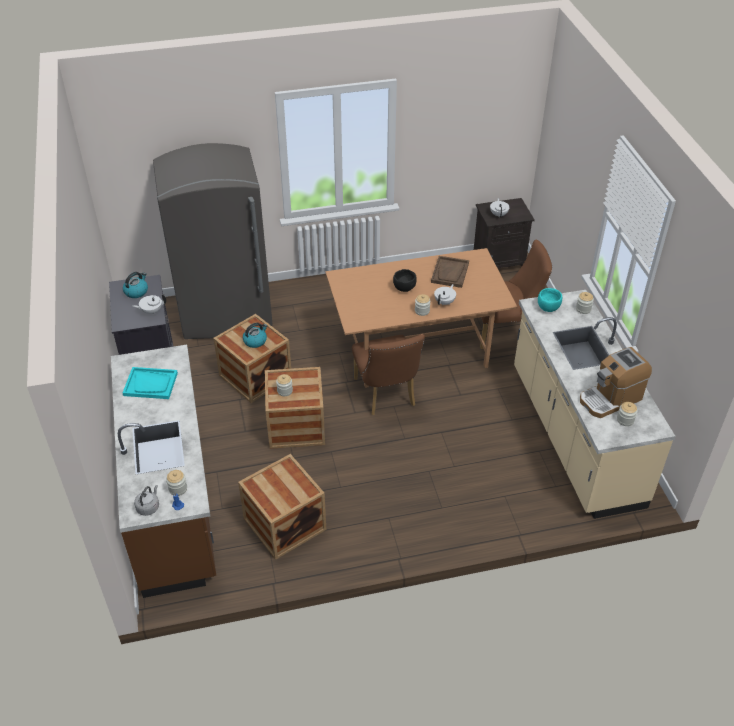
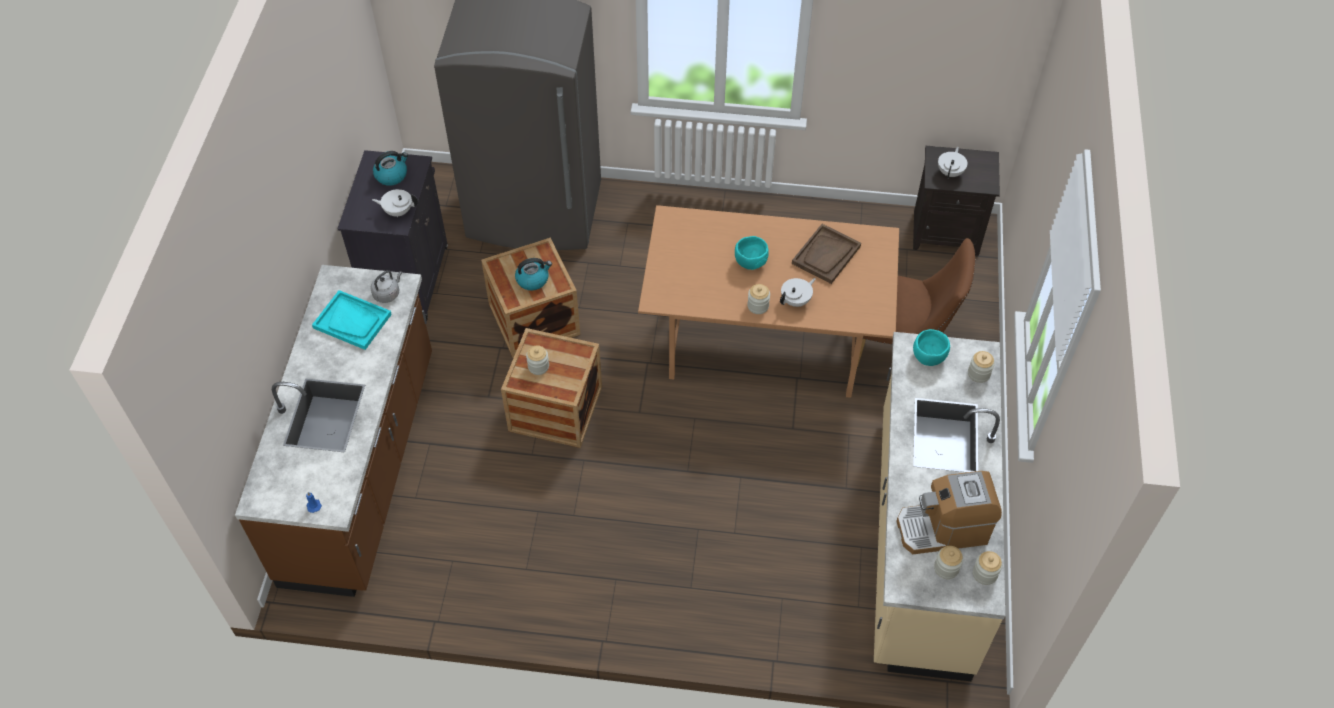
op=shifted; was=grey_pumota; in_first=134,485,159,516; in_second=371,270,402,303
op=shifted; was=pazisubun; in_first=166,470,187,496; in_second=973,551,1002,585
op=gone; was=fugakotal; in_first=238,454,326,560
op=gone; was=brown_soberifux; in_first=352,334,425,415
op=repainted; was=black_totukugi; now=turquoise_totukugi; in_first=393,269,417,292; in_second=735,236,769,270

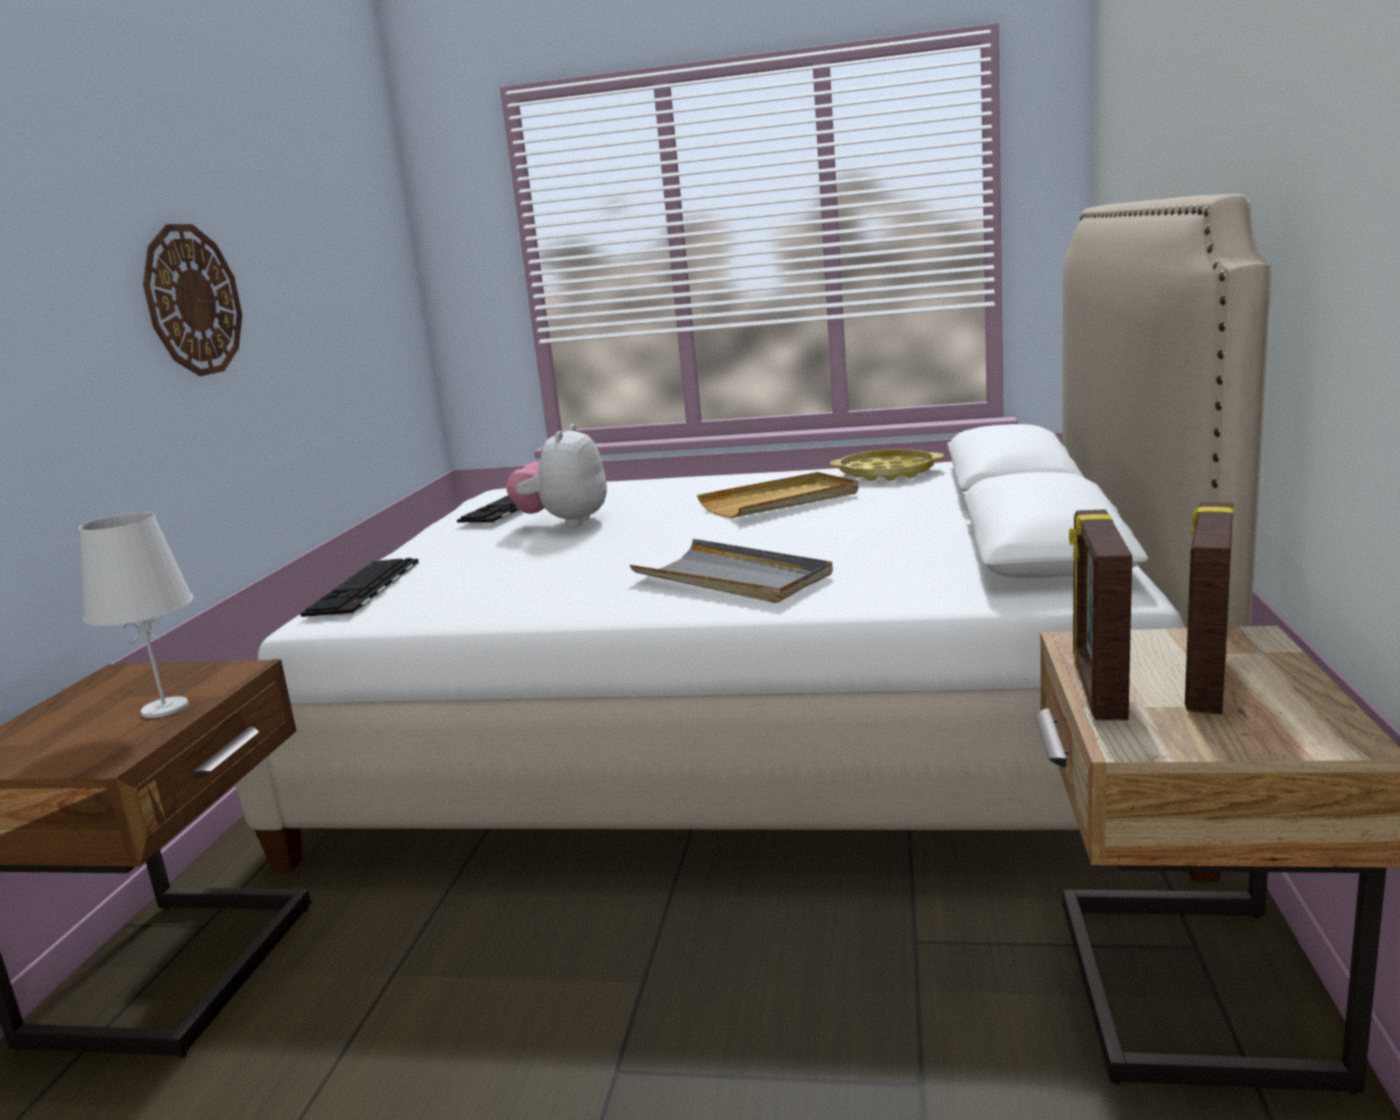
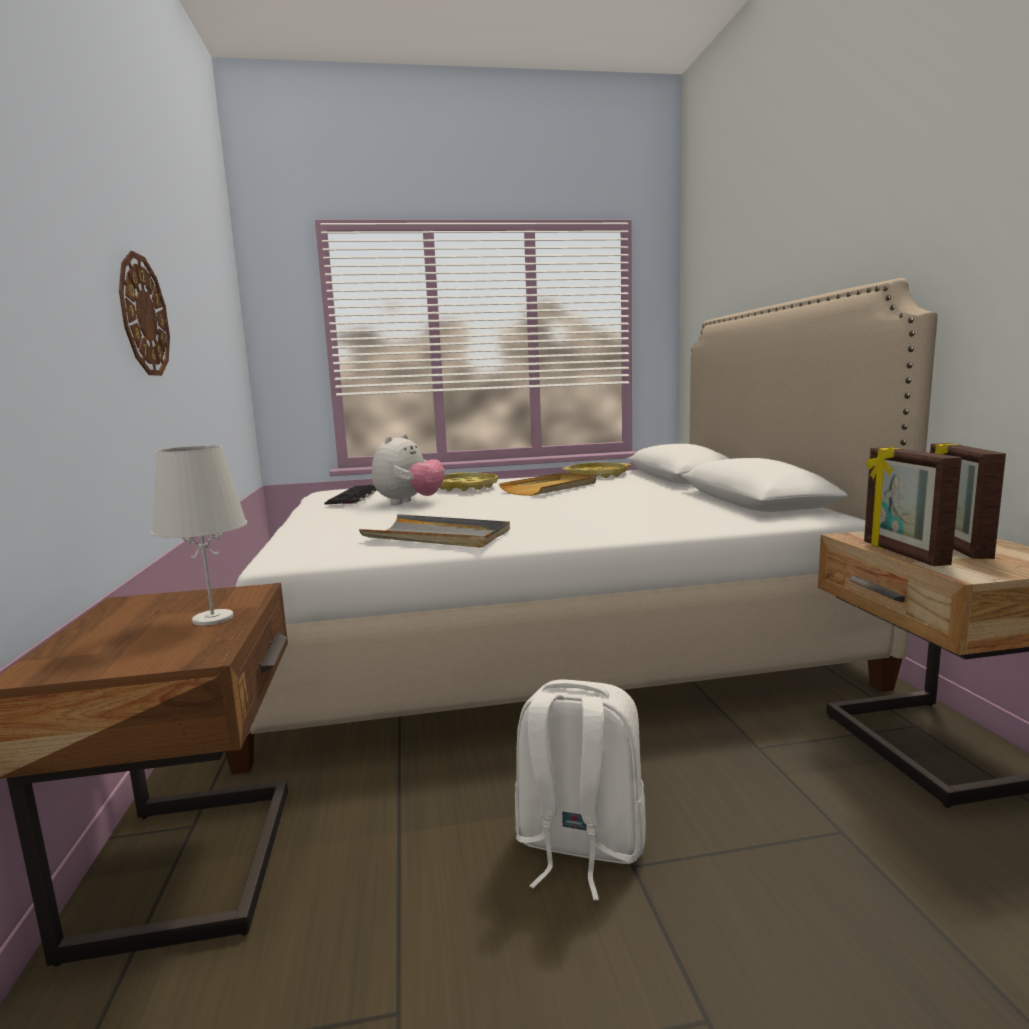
op=gone; was=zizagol; in_first=300,558,419,617
op=rotated; was=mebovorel; in_first=506,424,607,527; in_second=372,434,445,505; clockwise=-150
op=shifted; was=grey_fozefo; in_first=630,539,833,603; in_second=359,514,510,548
op=new; now=yellow_fozefo; in_second=439,472,498,491
op=new; now=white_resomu; in_second=515,679,646,900

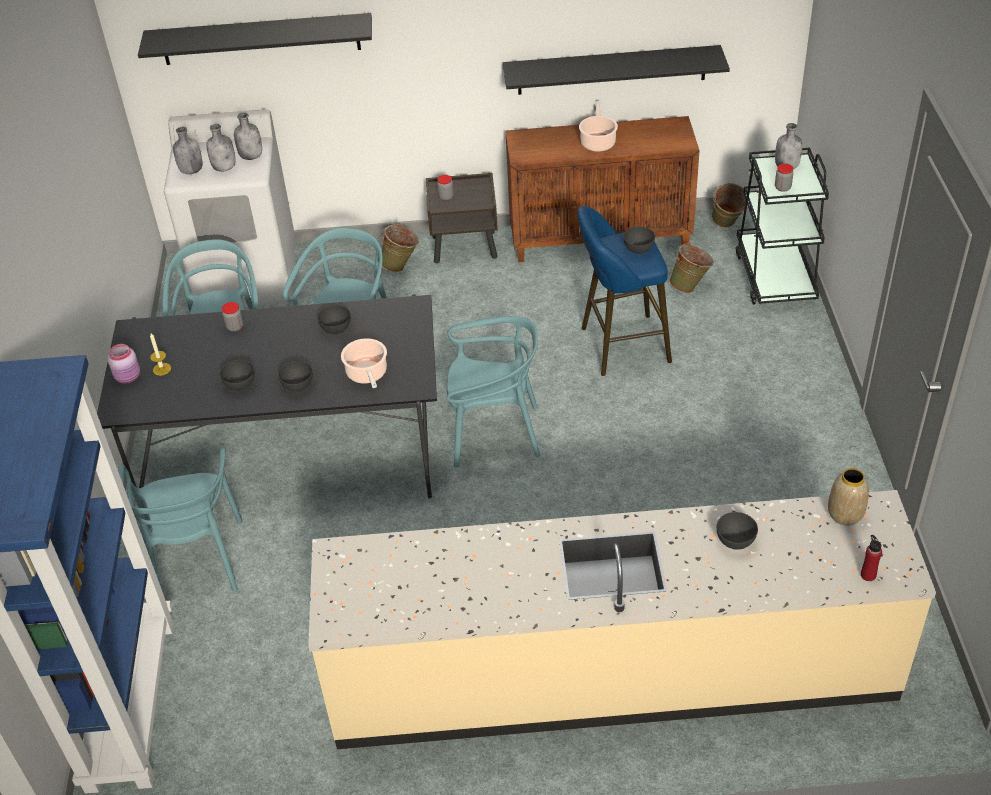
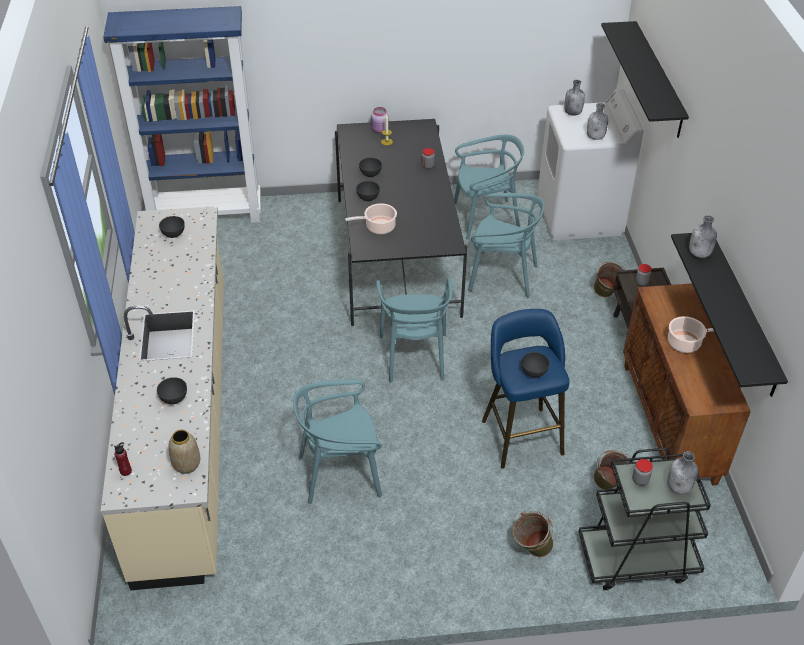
op=shifted; was=turquoise_soberifux; in_first=118,448,243,592; in_second=293,379,382,504
op=shifted; was=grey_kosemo; in_first=206,124,236,172; in_second=689,215,717,258
op=shifted; was=grey_totukugi; in_first=317,305,351,334; in_second=159,216,185,238
op=shifted; was=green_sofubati; in_first=712,183,748,228; in_second=512,511,554,557

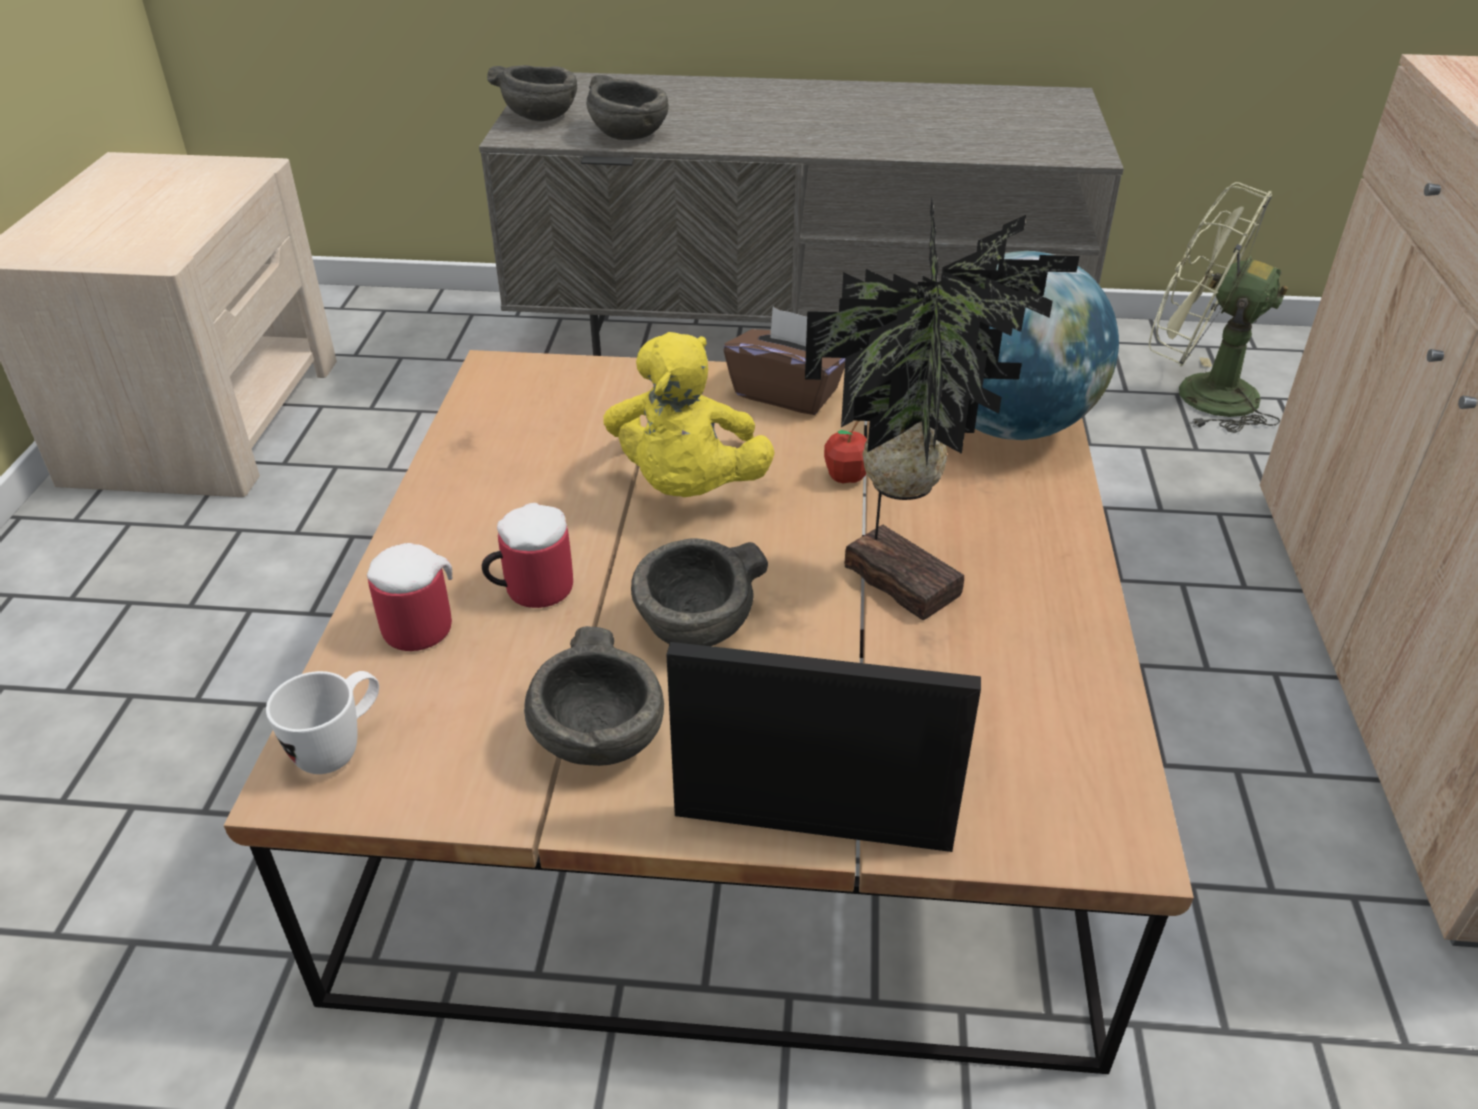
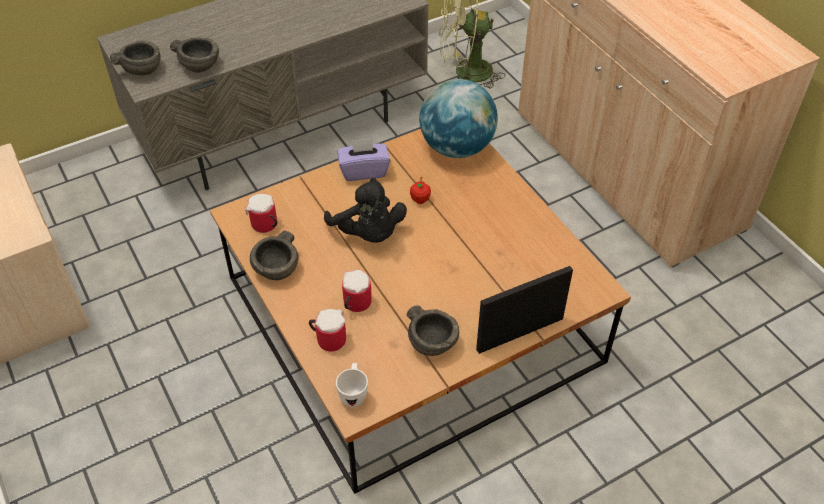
op=repainted; was=yellow_mebovorel; now=black_mebovorel; in_first=603,332,774,497; in_second=324,178,407,243
op=shifted; was=grey_totukugi; in_first=631,539,768,646; in_second=250,231,299,280
op=repainted; was=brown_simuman; now=purple_simuman; in_first=724,307,845,415; in_second=337,138,390,181
op=gone; was=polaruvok; in_first=805,198,1079,620
op=new; now=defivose; in_second=245,193,277,233

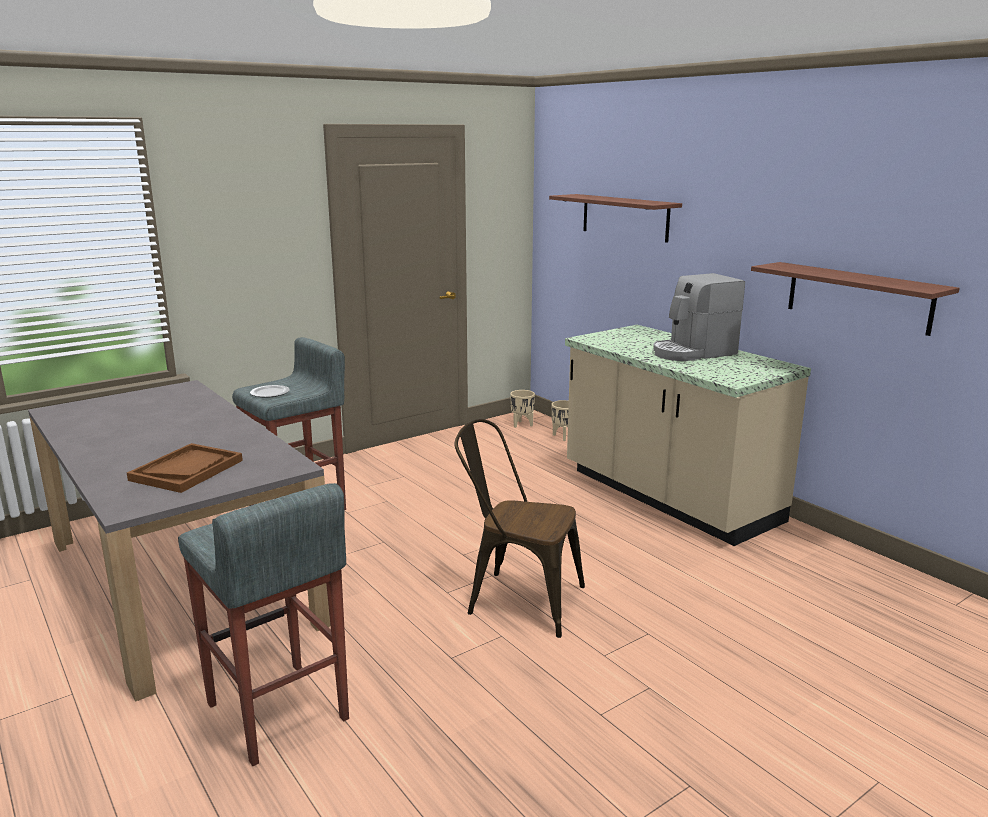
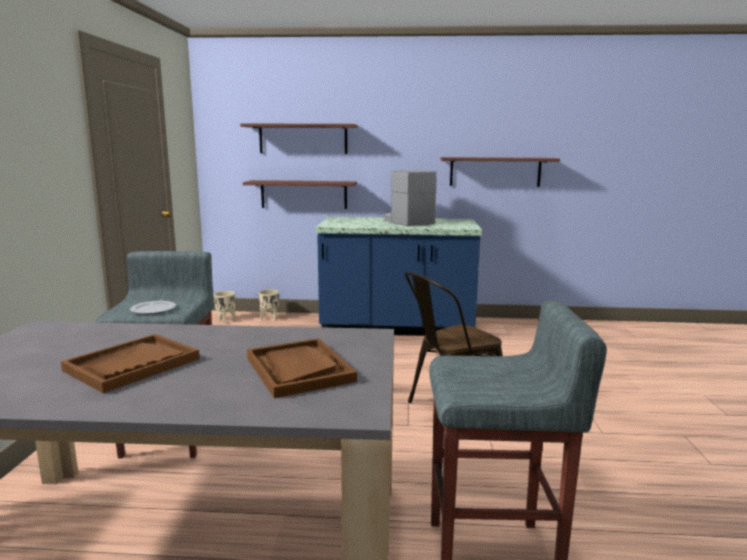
op=repainted; was=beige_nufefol; now=blue_nufefol; in_first=565,325,811,546; in_second=316,217,482,336
op=rotated; was=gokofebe; in_first=653,273,745,361; in_second=383,170,437,226; clockwise=135
op=new; now=brown_fozefo; in_second=61,334,200,393
op=new; now=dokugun; in_second=243,180,357,209

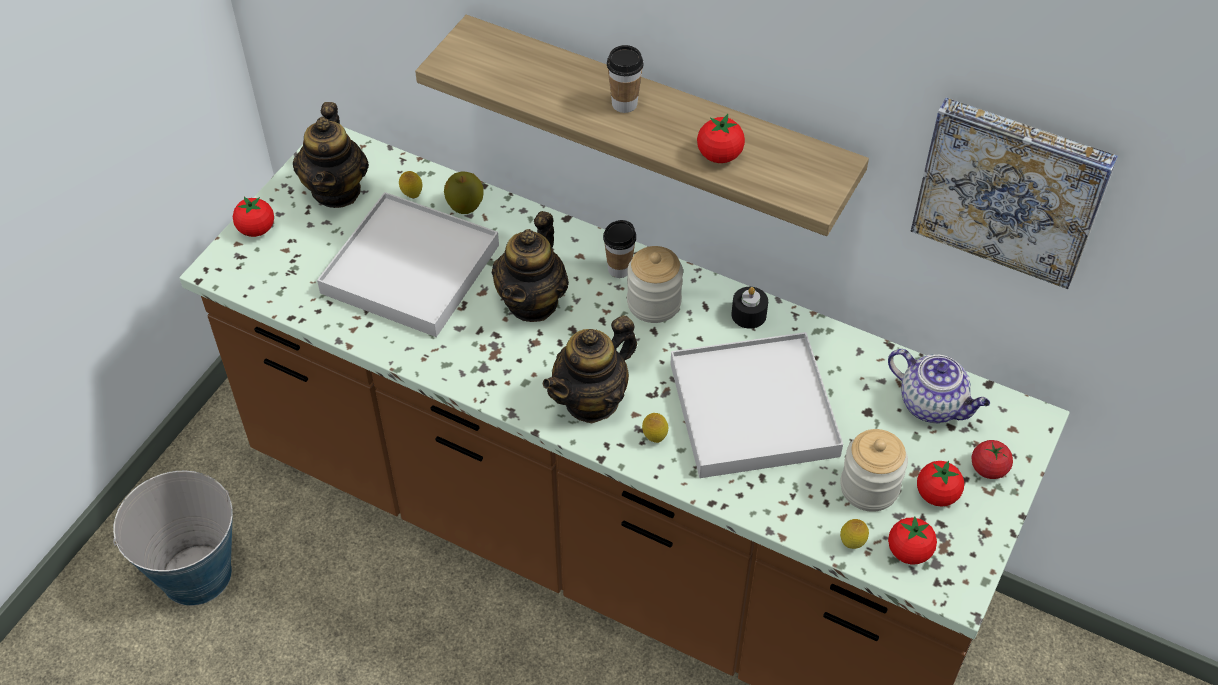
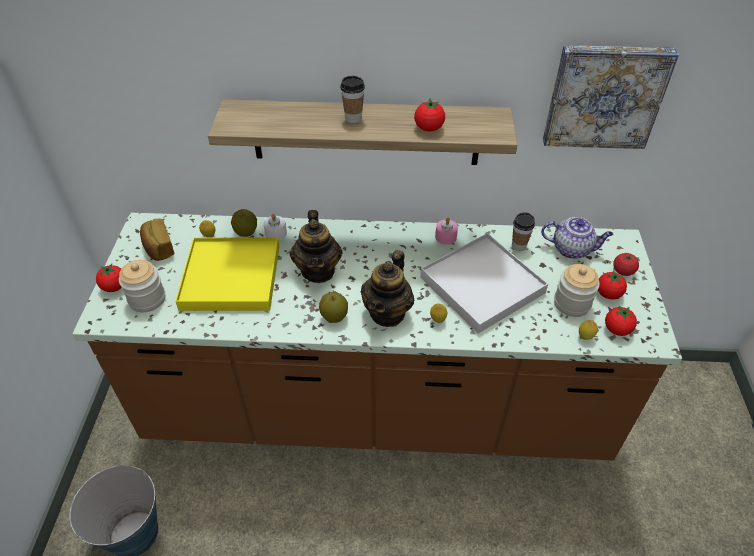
op=swapped; was=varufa; now=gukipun; in_first=293,102,369,208; in_second=140,219,174,261
op=repainted; was=white_fozefo; now=yellow_fozefo; in_first=317,192,499,337; in_second=175,237,279,311
op=shifted; was=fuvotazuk; in_first=603,220,636,278; in_second=512,212,535,251
op=shifted; was=pazisubun; in_first=627,246,683,323; in_second=119,260,165,312
op=repainted; was=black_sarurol; now=pink_sarurol; in_first=732,287,768,329; in_second=435,218,458,245
op=new; now=white_sarurol; in_second=264,214,287,240
op=new; now=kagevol; in_second=319,292,348,323

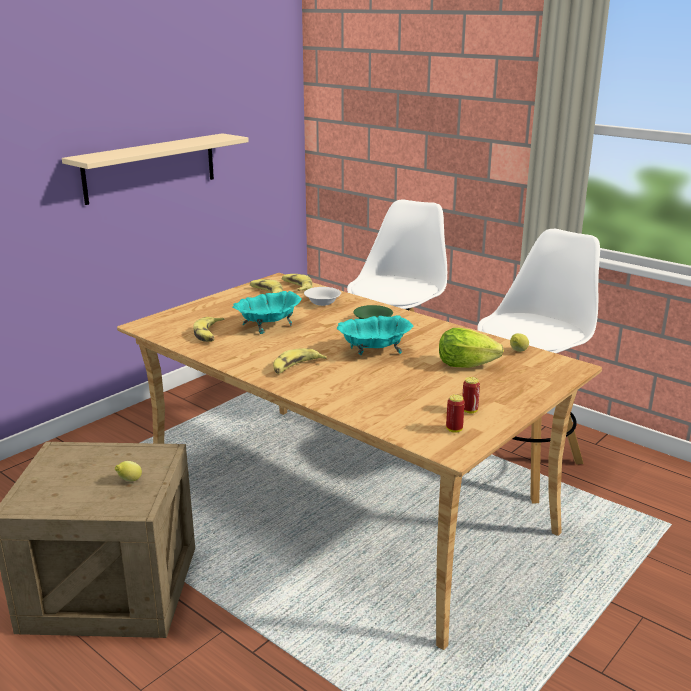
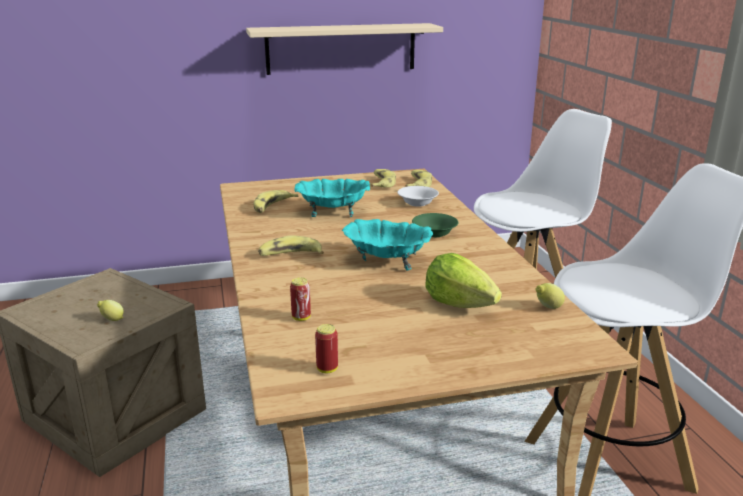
op=shifted; was=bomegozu; in_first=462,377,480,413; in_second=290,277,311,321

